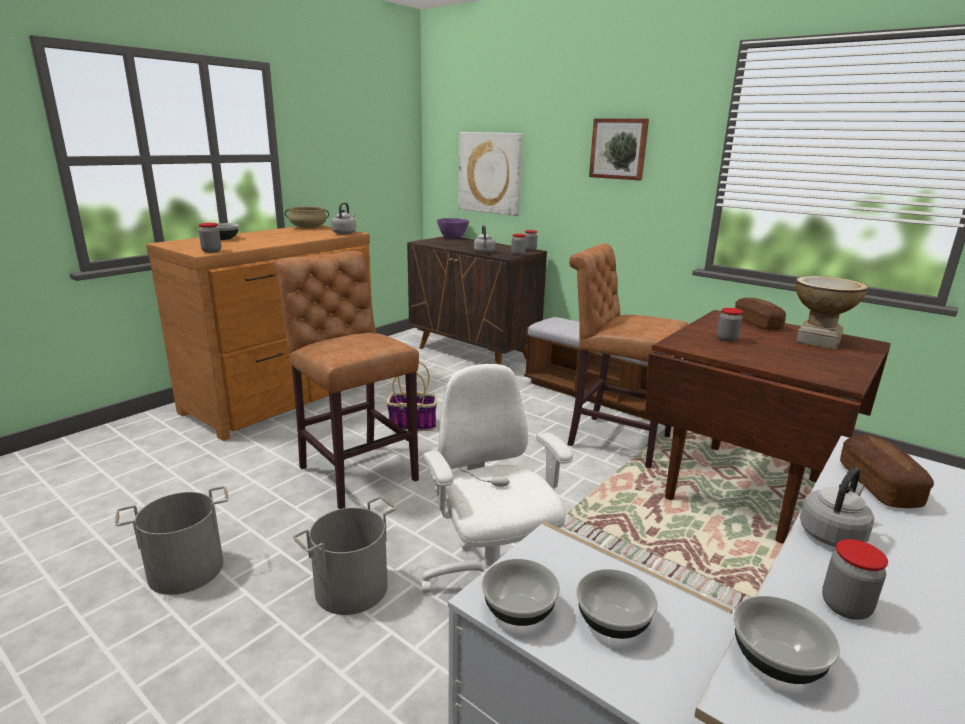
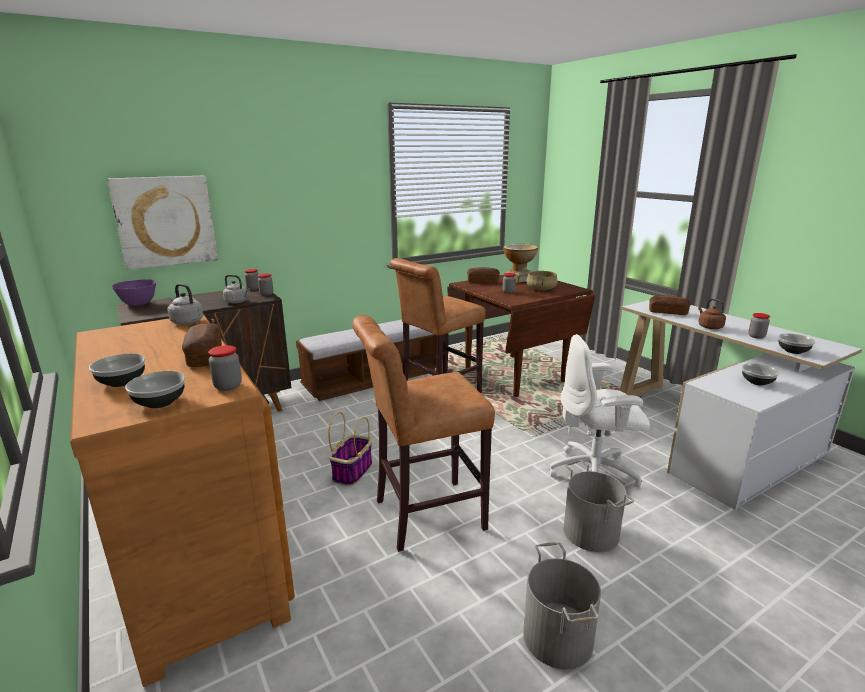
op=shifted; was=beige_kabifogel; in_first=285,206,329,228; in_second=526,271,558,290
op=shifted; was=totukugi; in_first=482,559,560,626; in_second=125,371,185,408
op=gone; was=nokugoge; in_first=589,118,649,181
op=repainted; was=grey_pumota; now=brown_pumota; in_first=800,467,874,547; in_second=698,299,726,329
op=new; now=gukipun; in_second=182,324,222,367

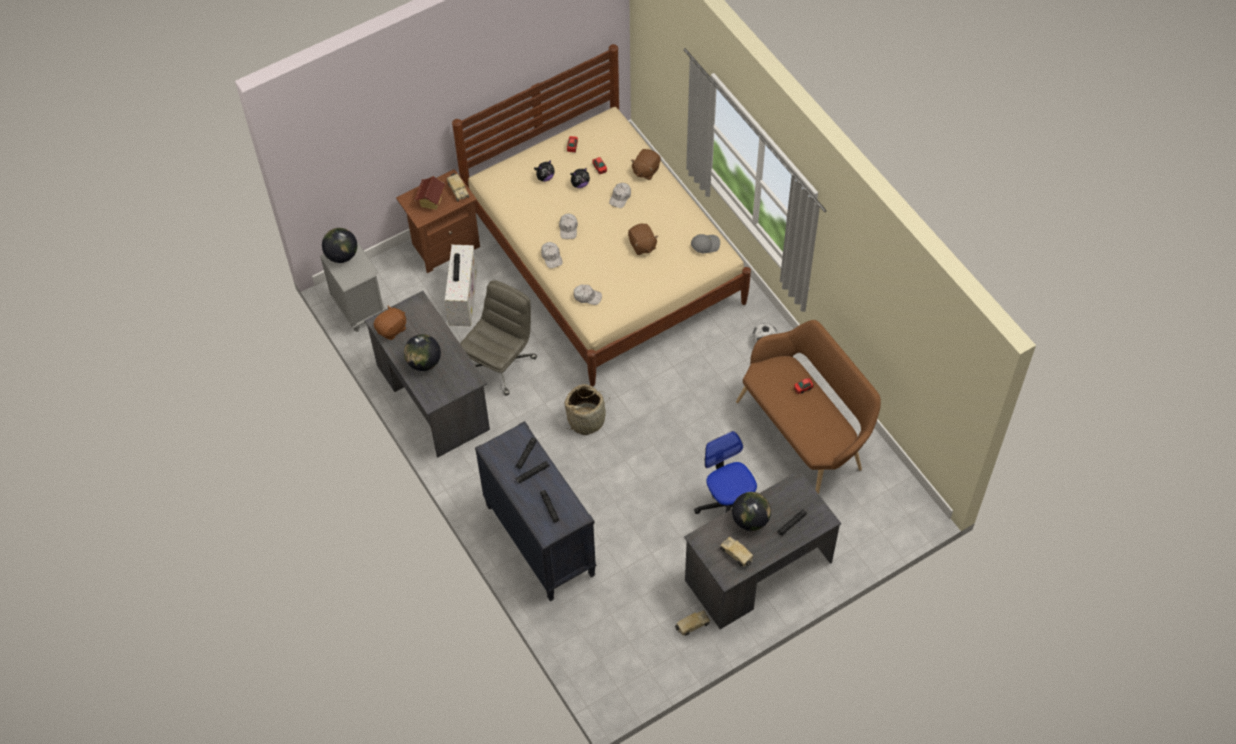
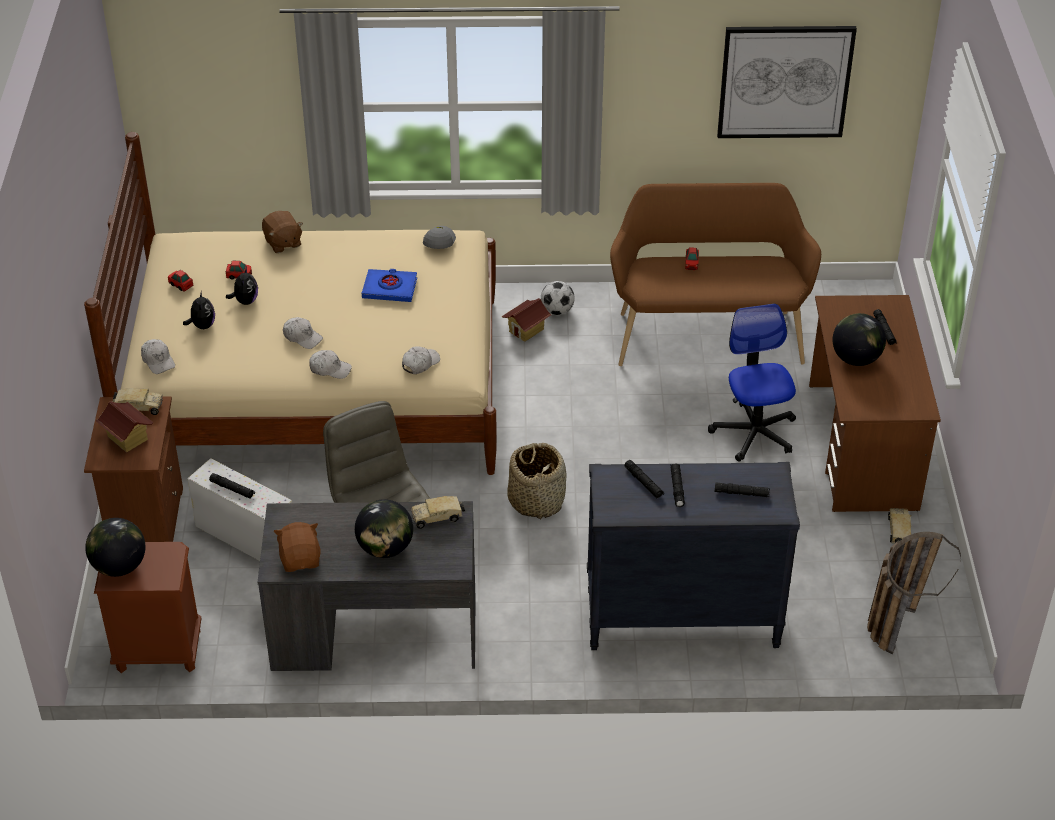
op=repainted; was=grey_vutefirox; now=brown_vutefirox; in_first=320,242,386,332; in_second=94,542,202,673
op=shifted; was=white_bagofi; in_first=609,183,631,208; in_second=141,339,175,374
op=swapped; was=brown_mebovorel; now=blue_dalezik; in_first=628,224,658,255; in_second=362,269,417,302
op=repainted; was=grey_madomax; now=brown_madomax; in_first=684,470,841,629; in_second=809,295,941,512
op=rotated; was=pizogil; in_first=694,431,757,514; in_second=708,304,796,462; clockwise=75
op=shifted; was=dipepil; in_first=720,536,753,567; in_second=411,496,465,529
op=new; now=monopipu; in_second=502,298,551,342
op=new; now=nokugoge; in_second=717,26,857,138
op=new; now=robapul; in_second=867,532,961,654

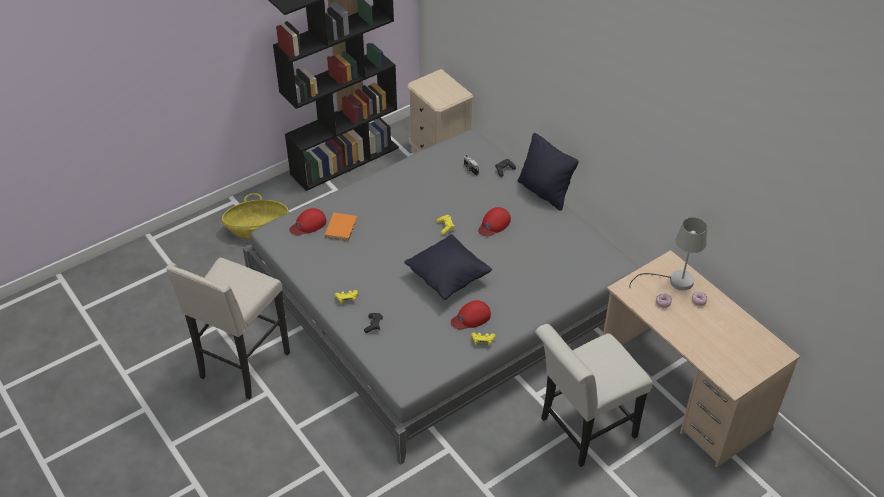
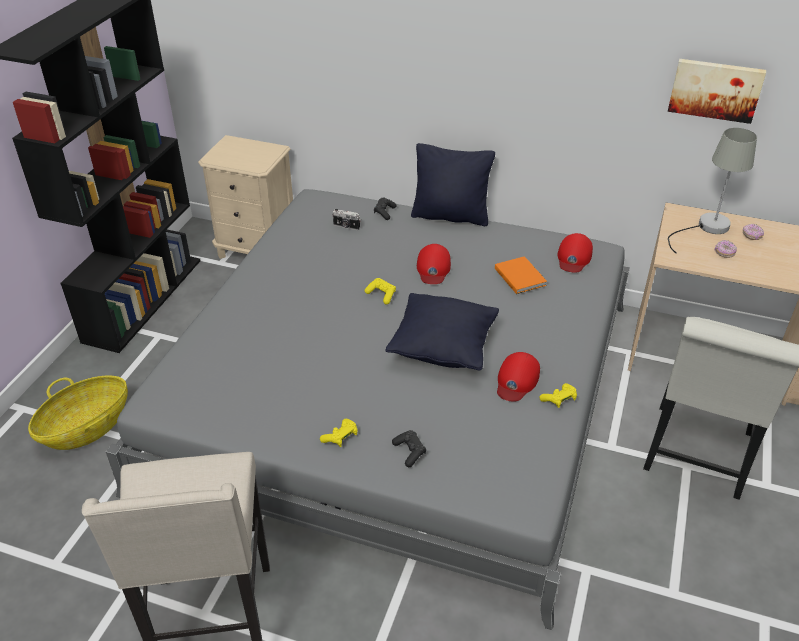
op=shifted; was=red_bagofi; in_first=289,208,326,235; in_second=558,233,593,273
op=shifted; was=orange_dalezik; in_first=325,213,357,241; in_second=495,256,547,294
op=new; now=nokugoge; in_second=668,59,766,124

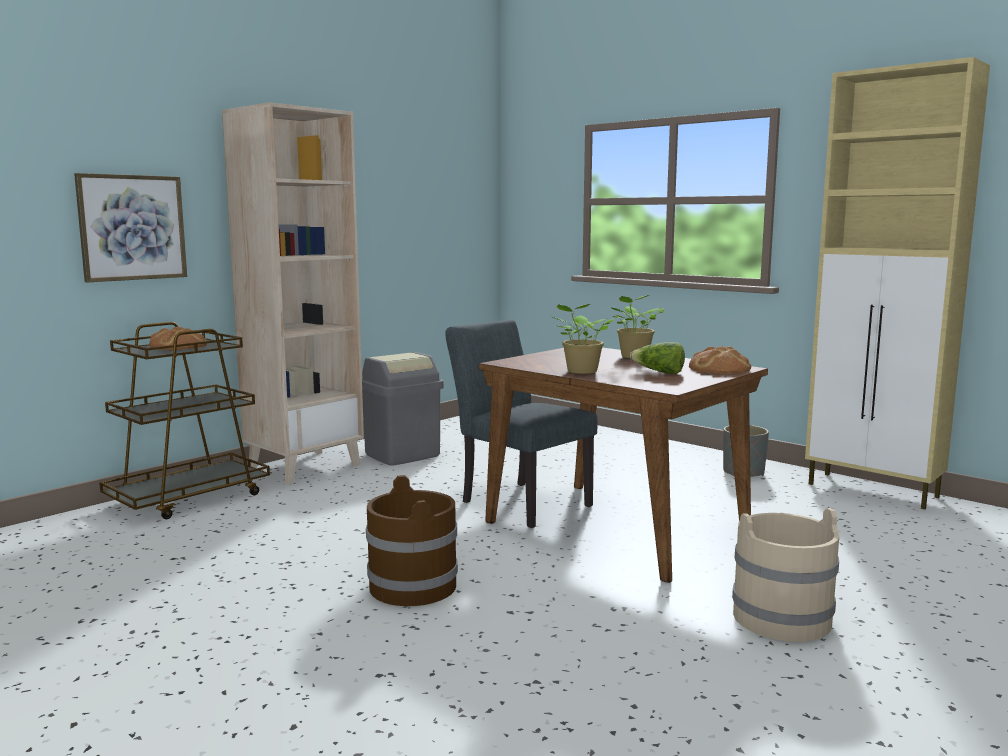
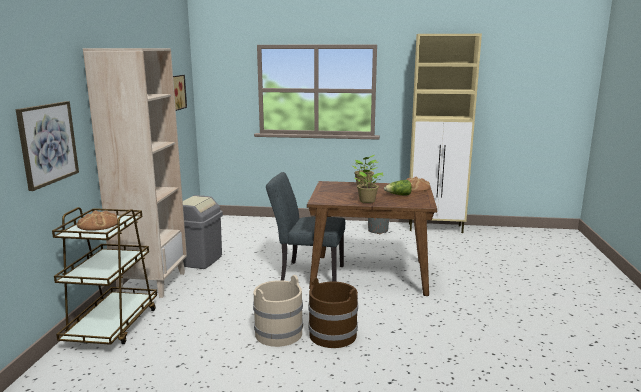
op=shifted; was=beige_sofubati; in_first=732,508,839,642; in_second=253,275,303,347
op=new; now=nokugoge; in_second=173,75,187,111

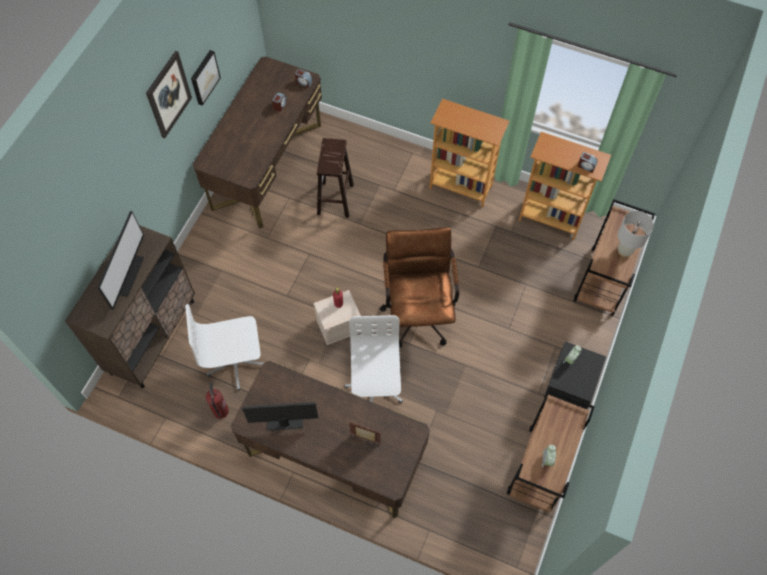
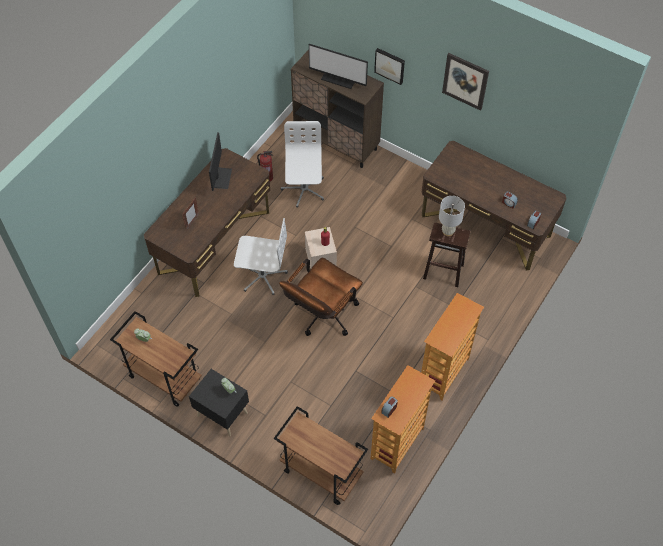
op=shifted; was=nokugoge; in_first=191,50,221,106; in_second=374,48,405,85
op=rotated; was=brown_pizogil; in_first=380,227,459,348; in_second=279,258,363,336; clockwise=120
op=shifted; was=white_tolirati; in_first=618,211,654,257; in_second=439,196,465,236

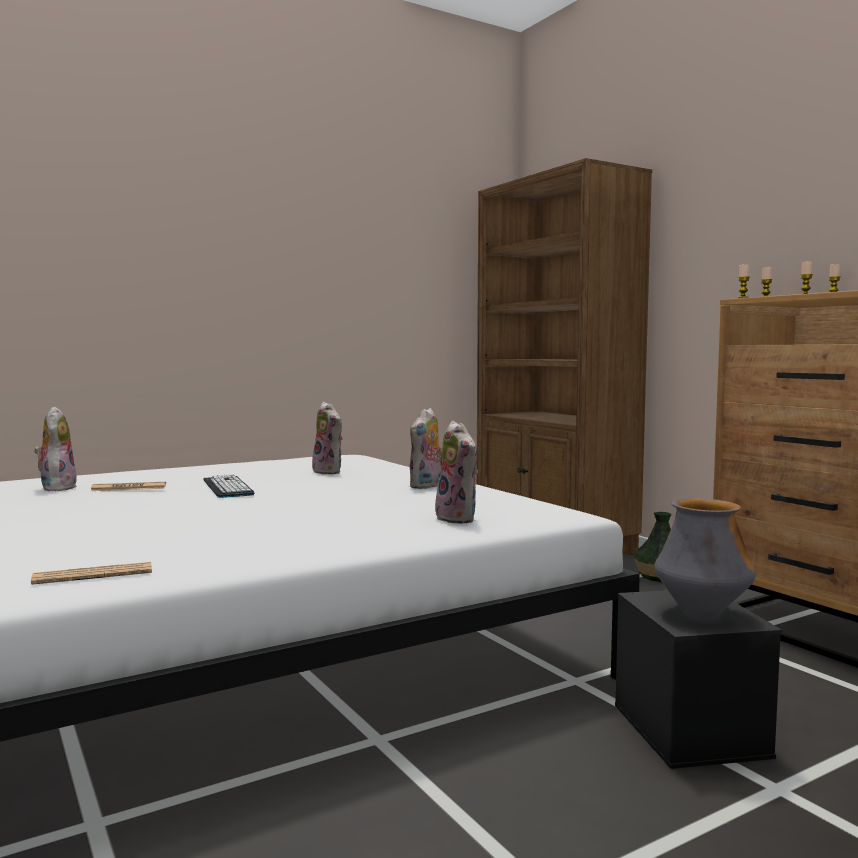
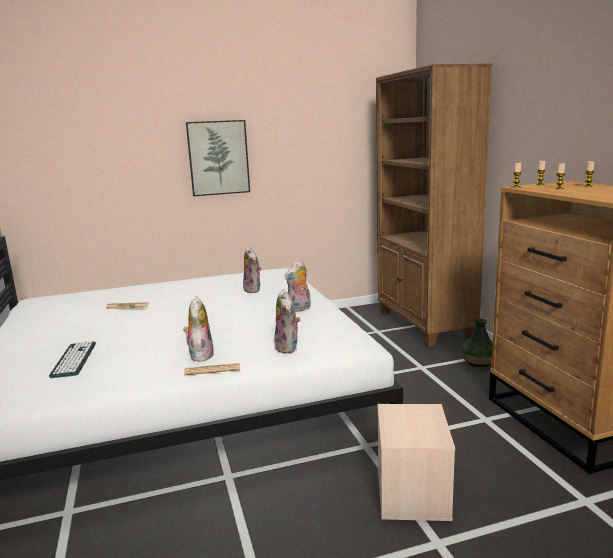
op=shifted; was=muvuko; in_first=31,562,152,585; in_second=184,363,240,375
op=shifted; was=mebovorel; in_first=34,407,77,491; in_second=183,297,214,362
op=shifted; was=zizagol; in_first=203,474,254,498; in_second=49,341,96,378
op=repainted; was=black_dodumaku; now=beige_dodumaku; in_first=615,590,782,769; in_second=378,404,455,521
op=gone; was=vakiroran; in_first=654,498,755,620
op=new; now=nokugoge; in_second=186,120,250,196

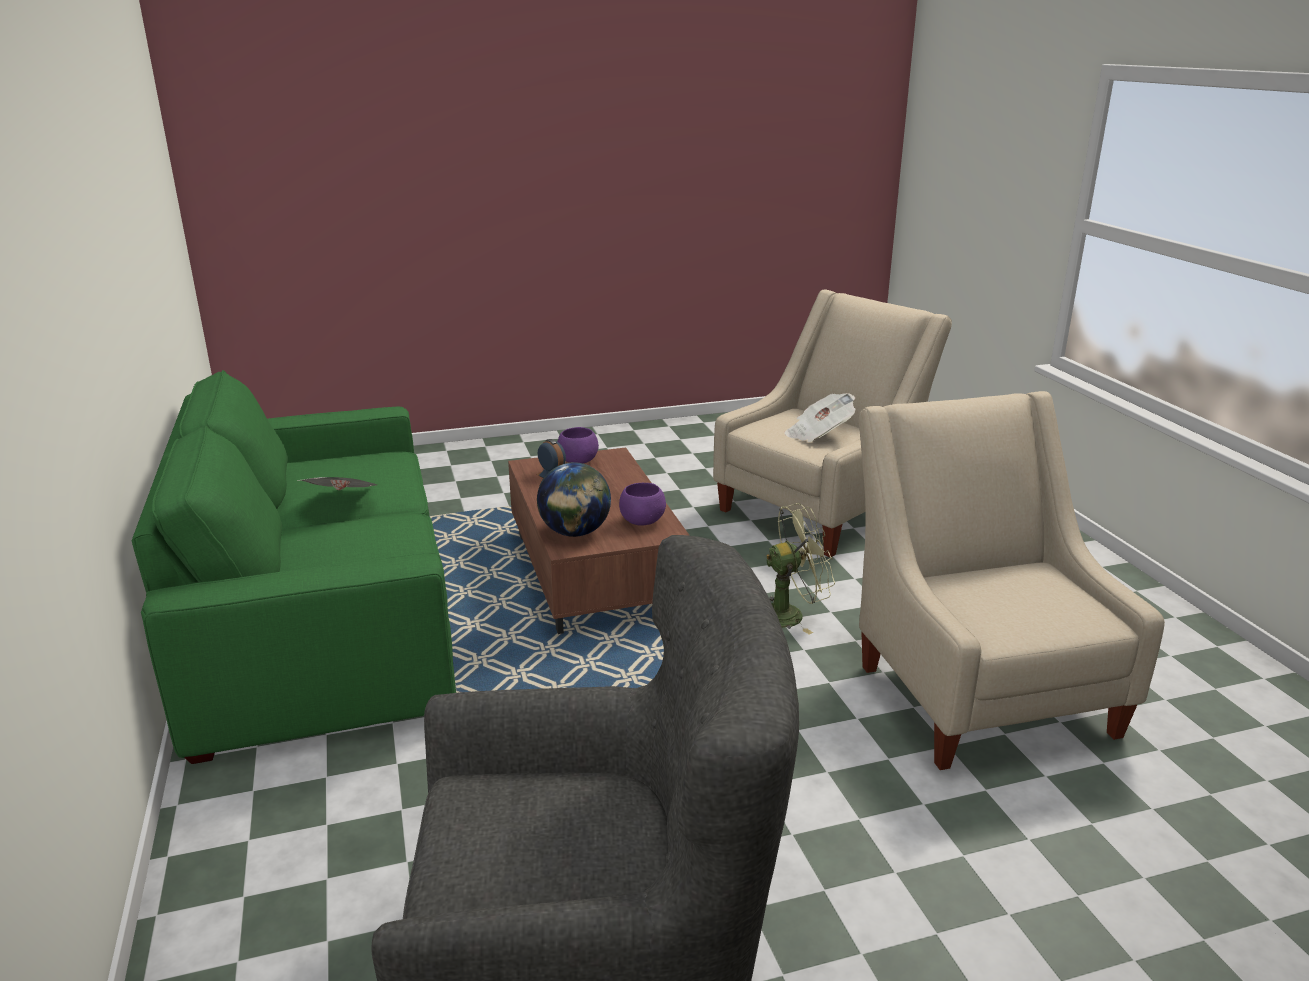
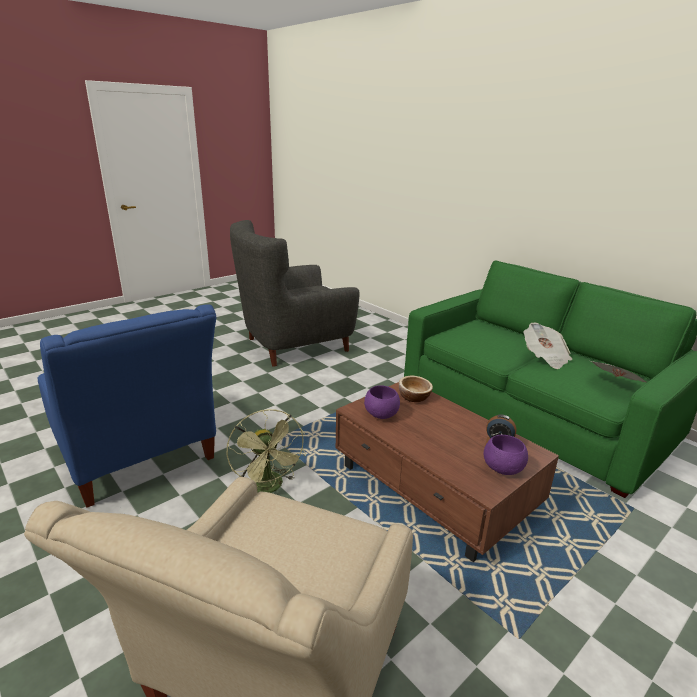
op=swapped; was=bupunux; now=totukugi; in_first=537,462,611,537; in_second=399,376,433,402
op=rotated; was=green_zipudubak; in_first=766,503,835,635; in_second=226,409,306,493; clockwise=-75
op=shifted; was=muvuko; in_first=784,393,856,442; in_second=591,361,646,382
op=repainted; was=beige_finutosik; now=blue_finutosik; in_first=858,391,1165,770; in_second=37,304,216,508

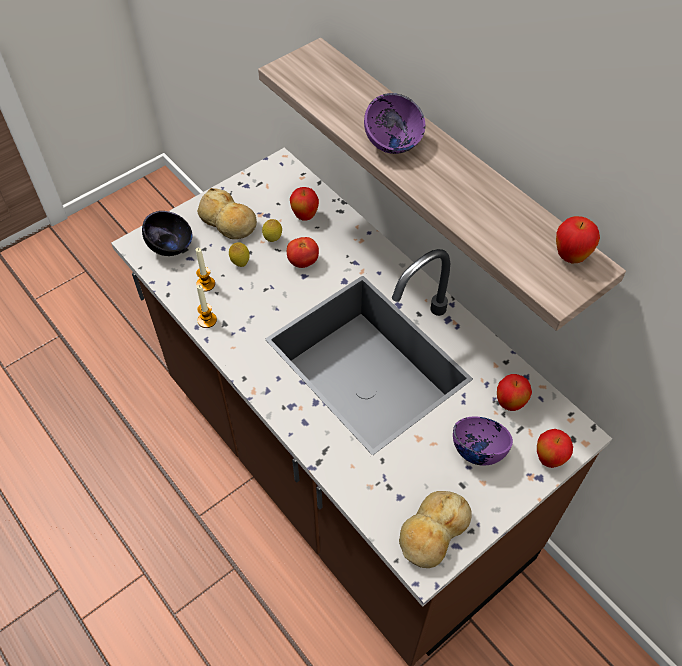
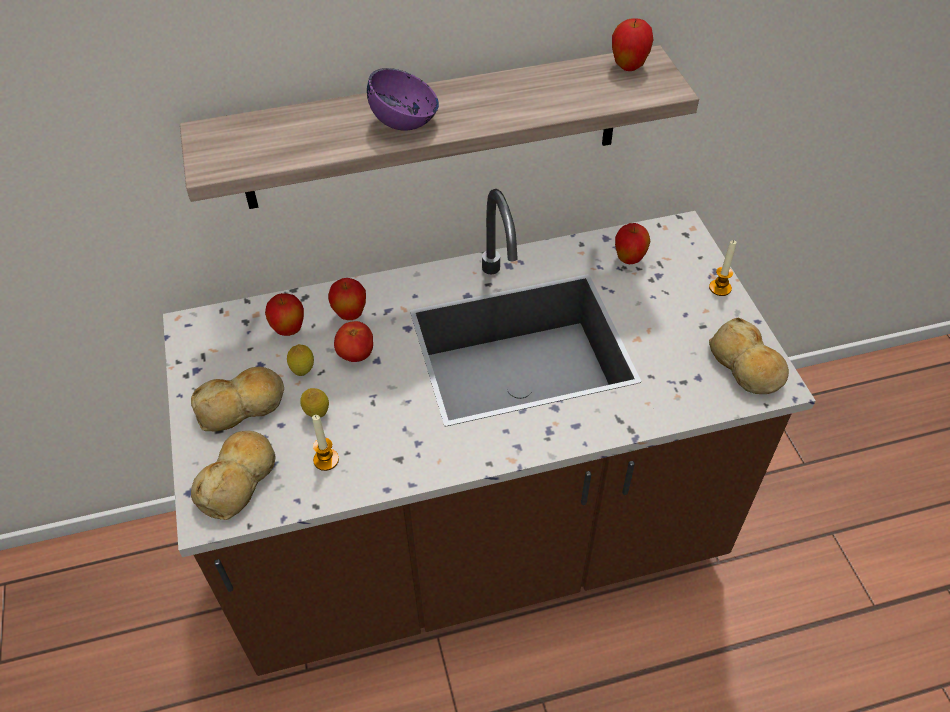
op=swapped; was=black_totukugi; now=gukipun; in_first=142,211,193,256; in_second=191,431,275,520
op=shifted; was=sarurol; in_first=197,285,217,328; in_second=709,240,737,296
op=gone; was=purple_totukugi; in_first=453,417,513,466
op=shifted; was=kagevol; in_first=537,429,573,468; in_second=328,278,366,320

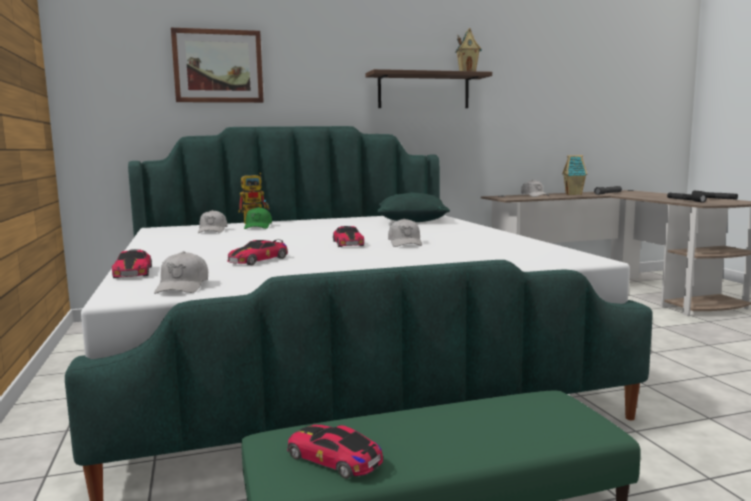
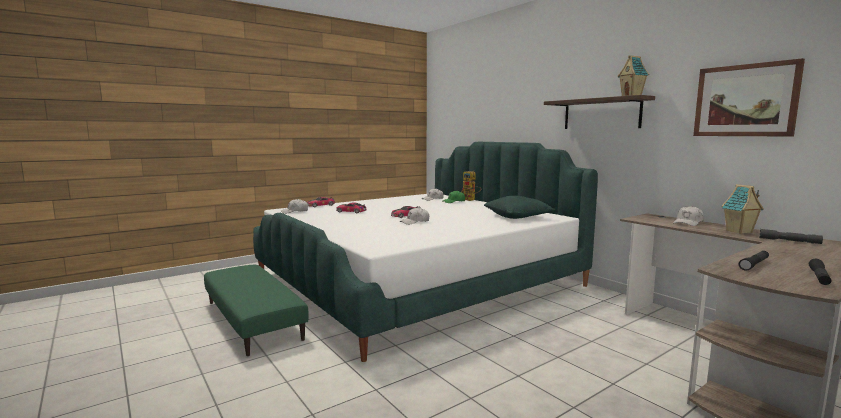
op=shifted; was=nokugoge; in_first=171,28,264,103; in_second=693,58,805,136
op=gone; was=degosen; in_first=287,425,383,479

